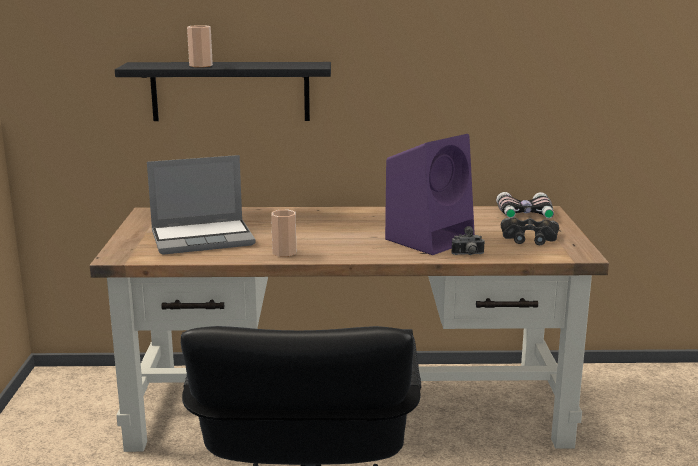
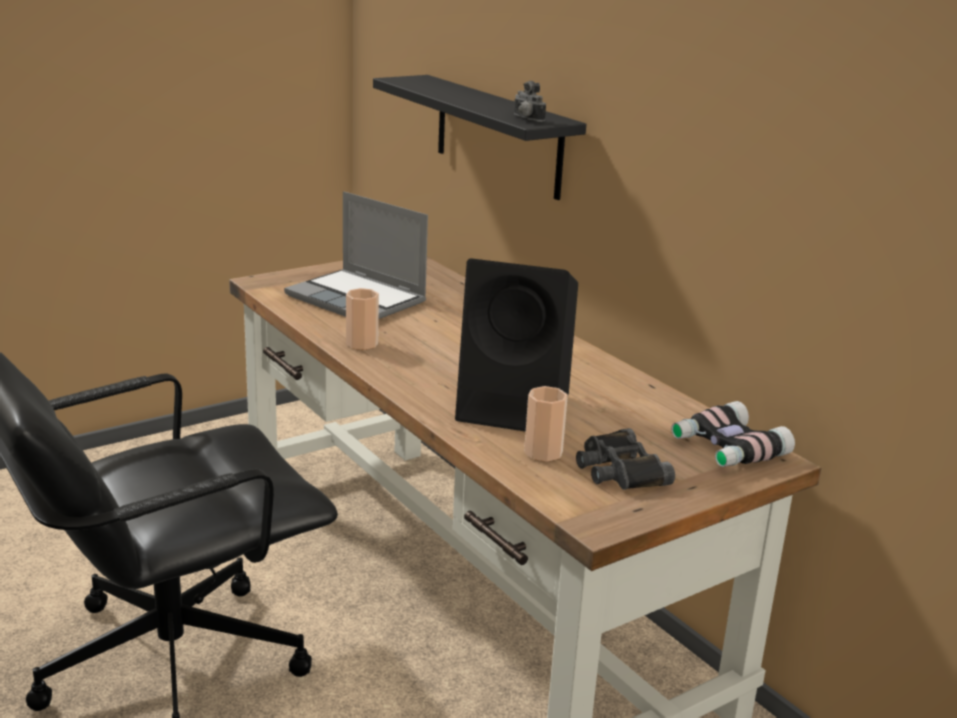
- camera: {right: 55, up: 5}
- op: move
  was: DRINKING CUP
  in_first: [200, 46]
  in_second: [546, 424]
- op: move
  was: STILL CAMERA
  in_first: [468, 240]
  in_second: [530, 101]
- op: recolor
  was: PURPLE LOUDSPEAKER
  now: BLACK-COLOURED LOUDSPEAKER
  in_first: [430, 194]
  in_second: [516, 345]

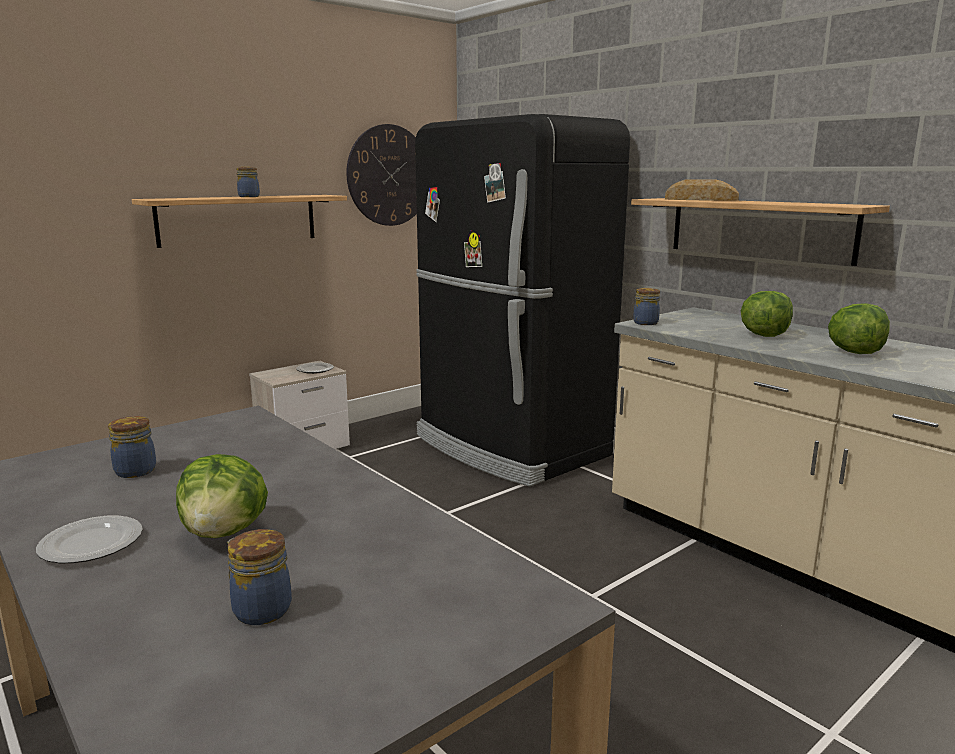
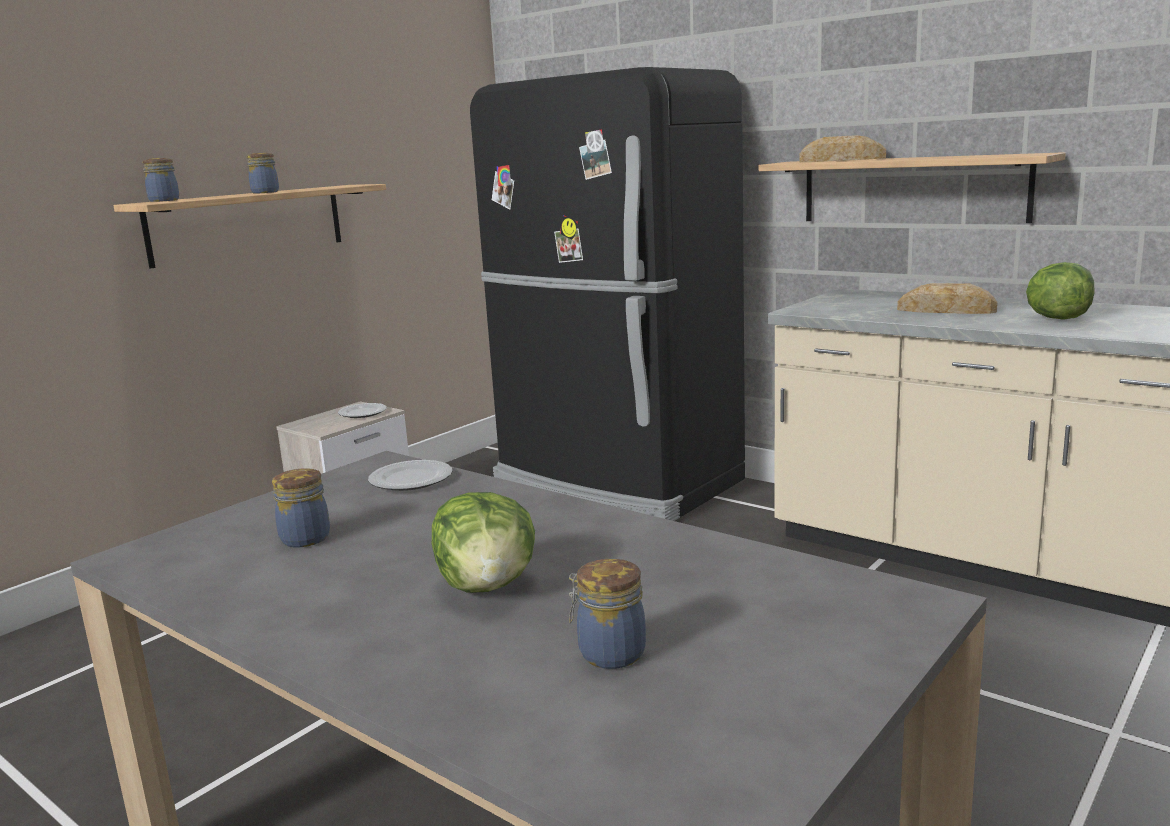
- camera: {right: -10, up: 0}
- op: delete
  was: WALL CLOCK
  in_first: [381, 175]
- op: move
  was: DINNER PLATE
  in_first: [89, 539]
  in_second: [410, 475]
- op: move
  was: JAR
  in_first: [646, 306]
  in_second: [160, 180]
- op: replace
  was: LETTUCE HEAD
  now: BAKED BREAD
  in_first: [767, 314]
  in_second: [947, 298]

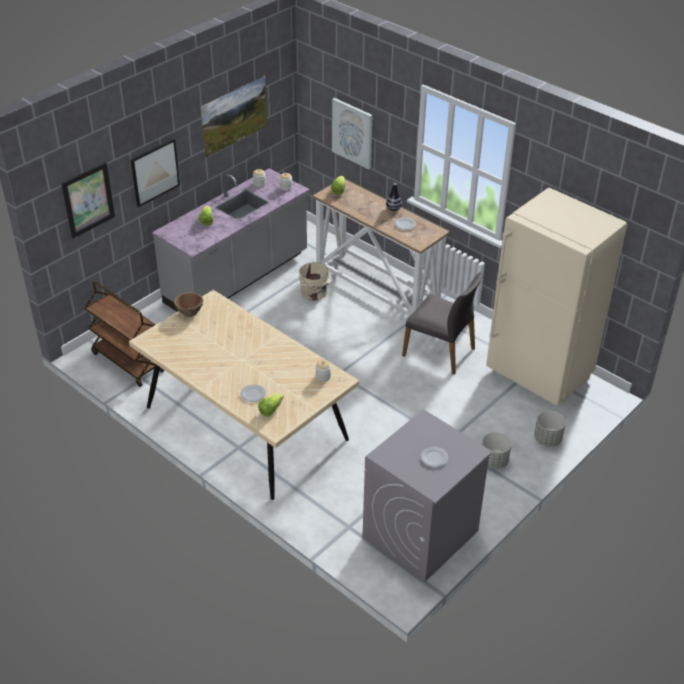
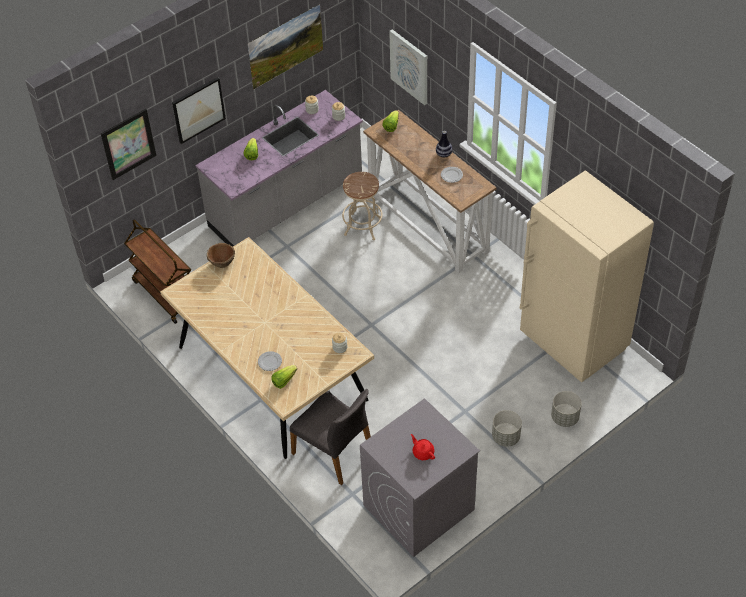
- camera: {right: 10, up: 10}
- op: move
  was: GRAY CHAIR
  in_first: [442, 323]
  in_second: [330, 437]
- op: replace
  was: BEIGE-COLOURED BUCKET
  now: BEIGE-COLOURED SITTING STOOL
  in_first: [315, 281]
  in_second: [362, 206]
- op: replace
  was: DINNER PLATE
  now: REDDISH POT FOR TEA
  in_first: [434, 457]
  in_second: [423, 447]

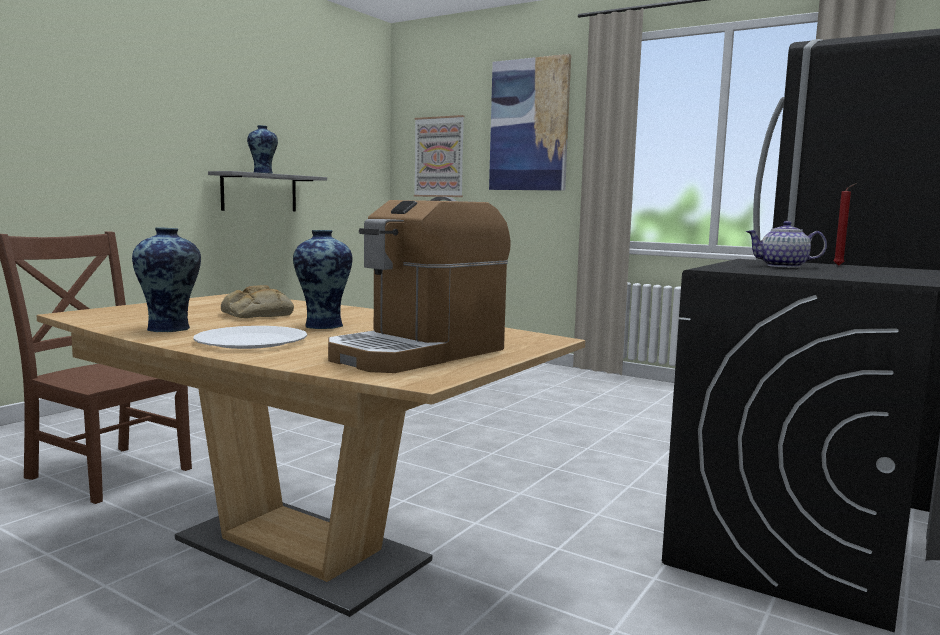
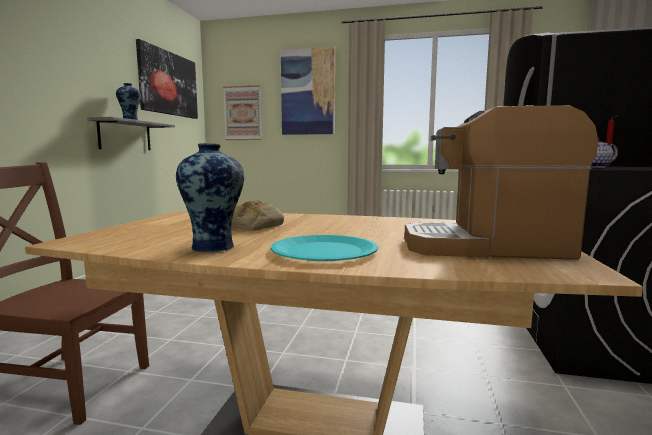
- camera: {right: -20, up: 0}
- op: delete
  was: VASE
  in_first: [323, 279]
- op: insert
  now: PICTURE
  in_second: [167, 79]
- op: recolor
  was: WHITE-COLOURED DINNER PLATE
  now: TURQUOISE-COLOURED DINNER PLATE
  in_first: [250, 337]
  in_second: [324, 248]
- op: rotate
  was: COFFEE MAKER
  in_first: [419, 285]
  in_second: [501, 182]
  clockwise: 75

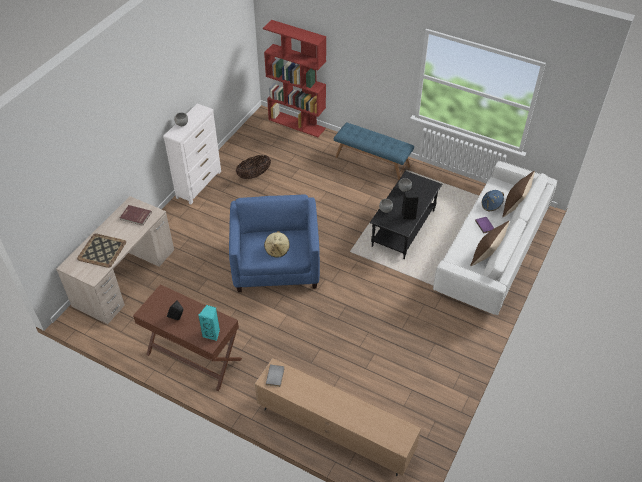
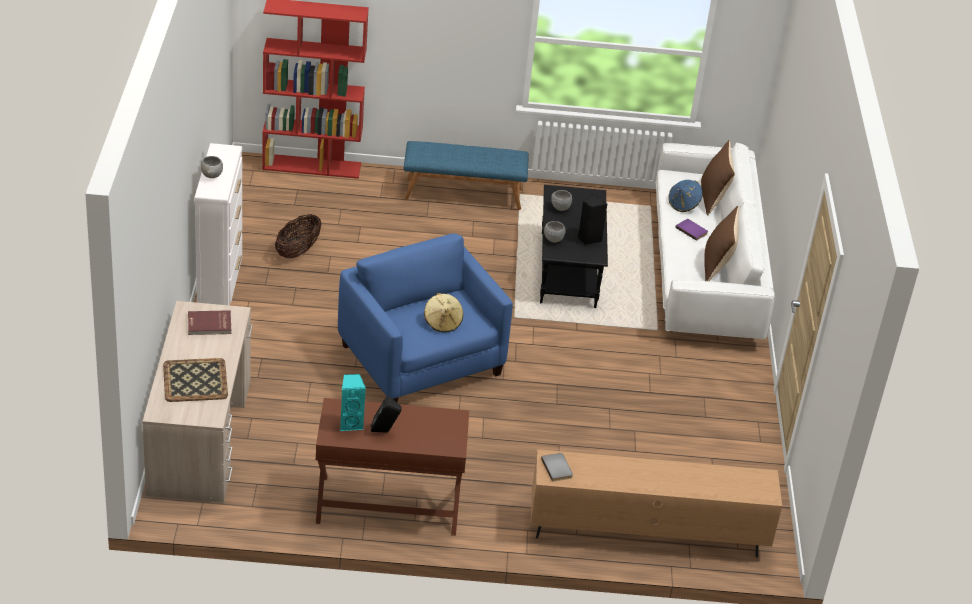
- camera: {right: -30, up: -10}
- op: move
  was: TURQUOISE-COLOURED LOUDSPEAKER
  in_first: [209, 323]
  in_second: [353, 402]

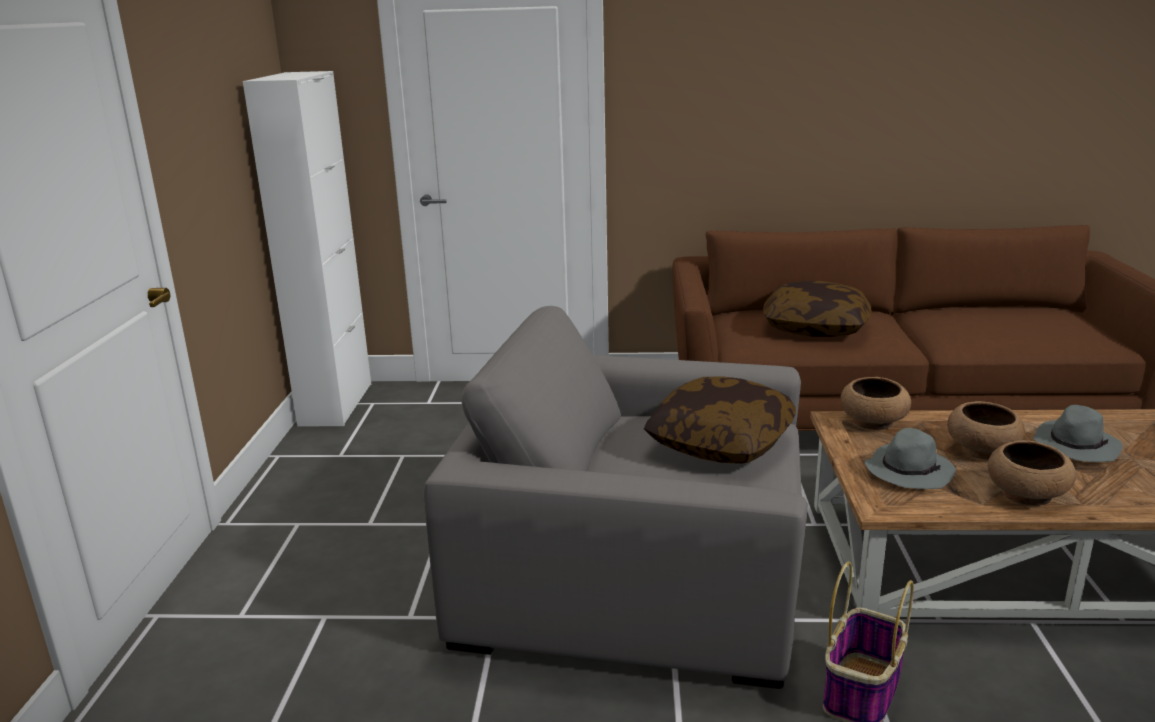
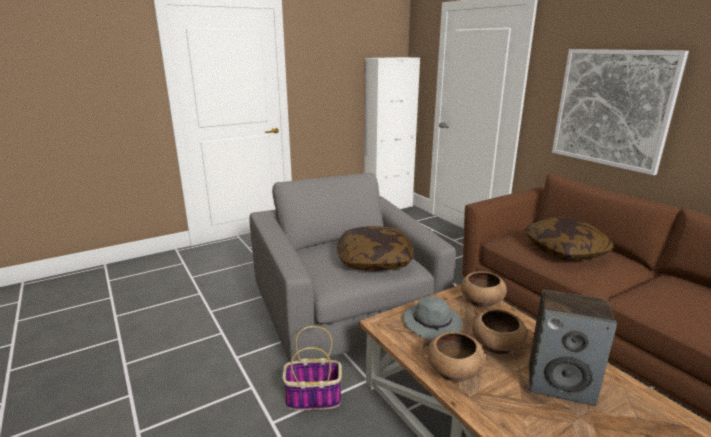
- camera: {right: 55, up: 0}
- op: insert
  now: PICTURE
  in_second: [620, 112]
- op: replace
  was: GRAY HAT
  now: LOUDSPEAKER
  in_first: [1077, 433]
  in_second: [573, 348]

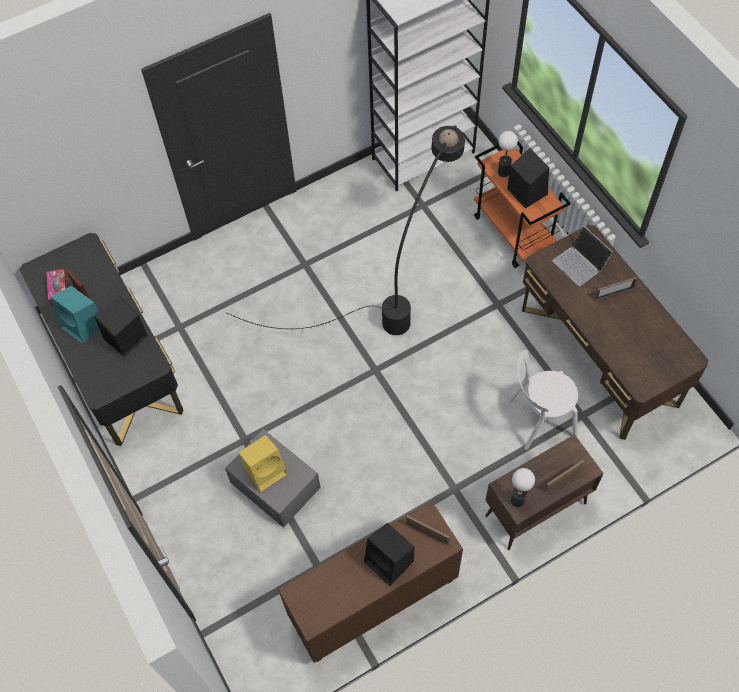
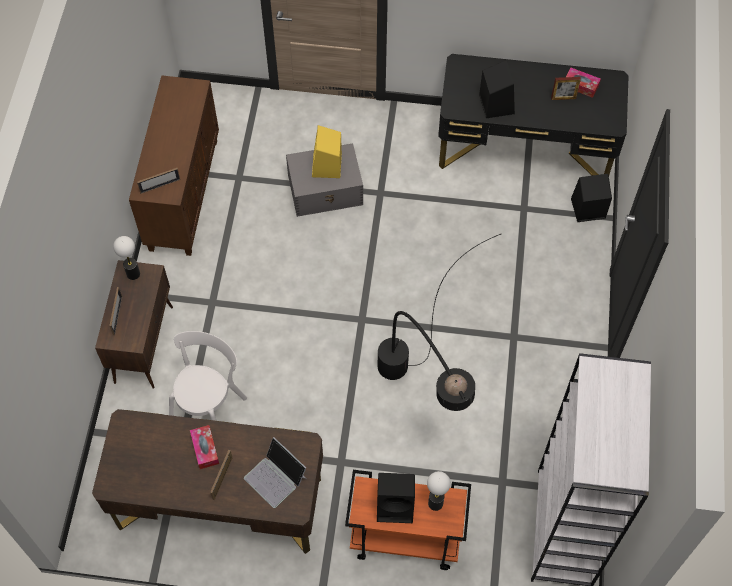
- camera: {right: 125, up: 0}
- op: delete
  was: TURQUOISE-COLOURED LOUDSPEAKER
  in_first: [74, 315]
- op: insert
  now: TISSUE BOX
  in_second: [204, 447]
- op: move
  was: BLACK-COLOURED LOUDSPEAKER
  in_first: [389, 554]
  in_second: [591, 198]
- op: rotate
  was: PORTABLE COMPUTER
  in_first: [583, 256]
  in_second: [275, 472]
  clockwise: -135

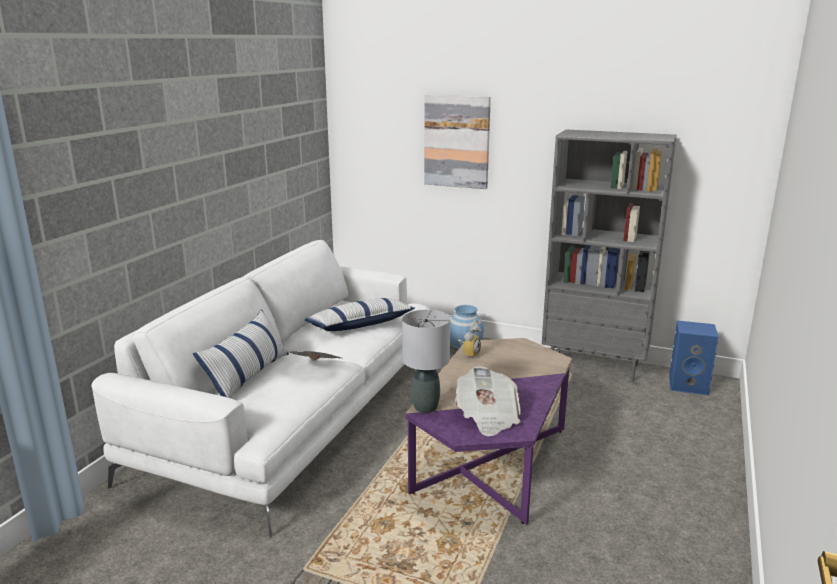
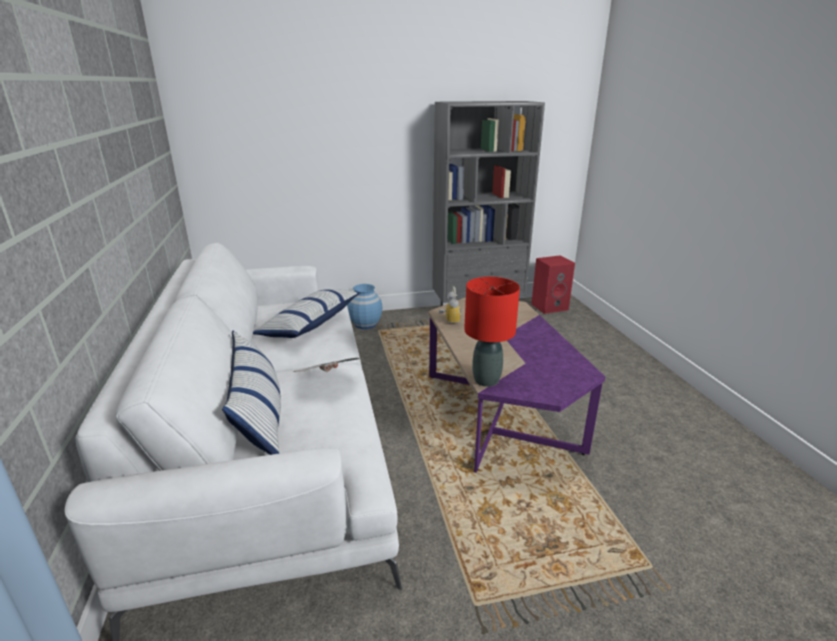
- camera: {right: -35, up: 5}
- op: delete
  was: PICTURE
  in_first: [457, 142]
- op: delete
  was: NEWSPAPER
  in_first: [488, 401]
- op: recolor
  was: GRAY LAMP FOR A TABLE
  now: REDDISH LAMP FOR A TABLE
  in_first: [426, 361]
  in_second: [492, 332]
- op: recolor
  was: BLUE-COLOURED LOUDSPEAKER
  now: REDDISH LOUDSPEAKER
  in_first: [693, 357]
  in_second: [553, 284]

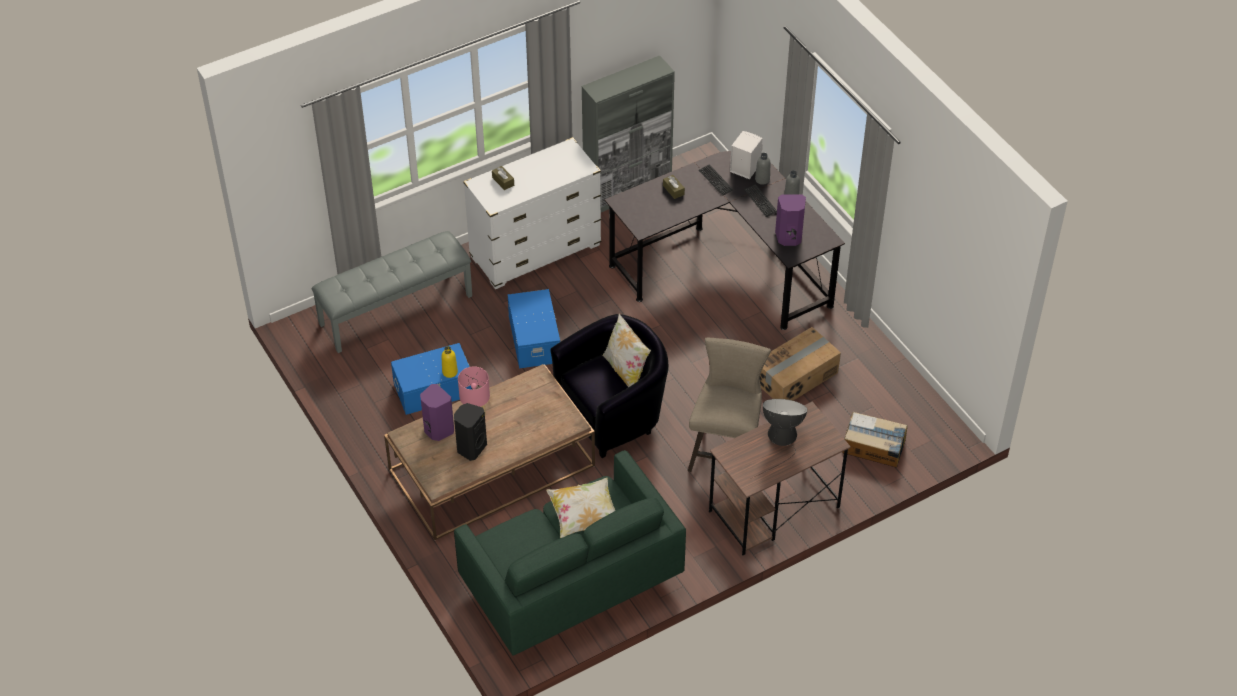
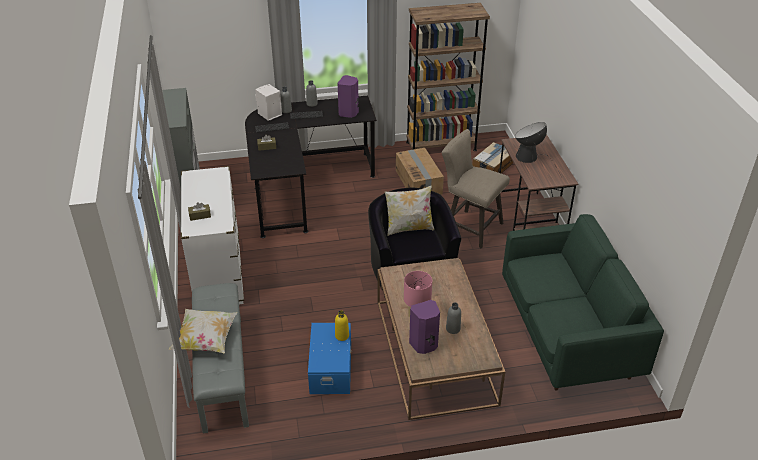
- camera: {right: -70, up: -10}
- op: delete
  was: BLUE-COLOURED STORAGE BOX
  in_first: [534, 329]
- op: insert
  now: BROWN BOOKSHELF
  in_second: [448, 77]
- op: move
  was: PILLOW
  in_first: [580, 508]
  in_second: [203, 331]
- op: replace
  was: BLACK-COLOURED LOUDSPEAKER
  now: GRAY BEVERAGE BOTTLE
  in_first: [470, 432]
  in_second: [453, 318]

